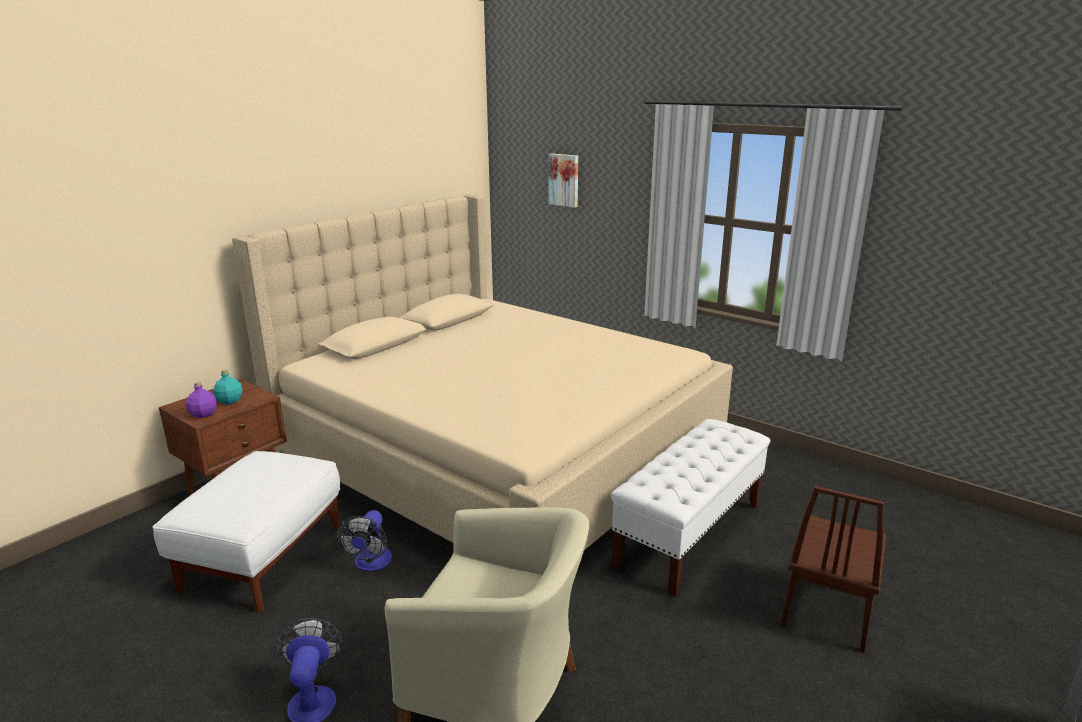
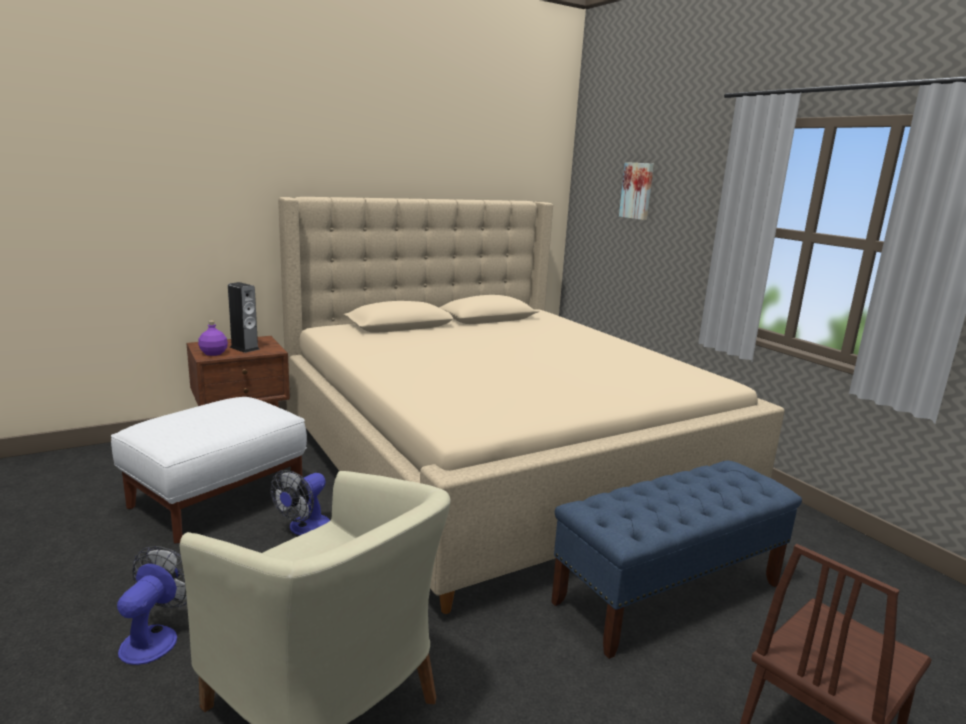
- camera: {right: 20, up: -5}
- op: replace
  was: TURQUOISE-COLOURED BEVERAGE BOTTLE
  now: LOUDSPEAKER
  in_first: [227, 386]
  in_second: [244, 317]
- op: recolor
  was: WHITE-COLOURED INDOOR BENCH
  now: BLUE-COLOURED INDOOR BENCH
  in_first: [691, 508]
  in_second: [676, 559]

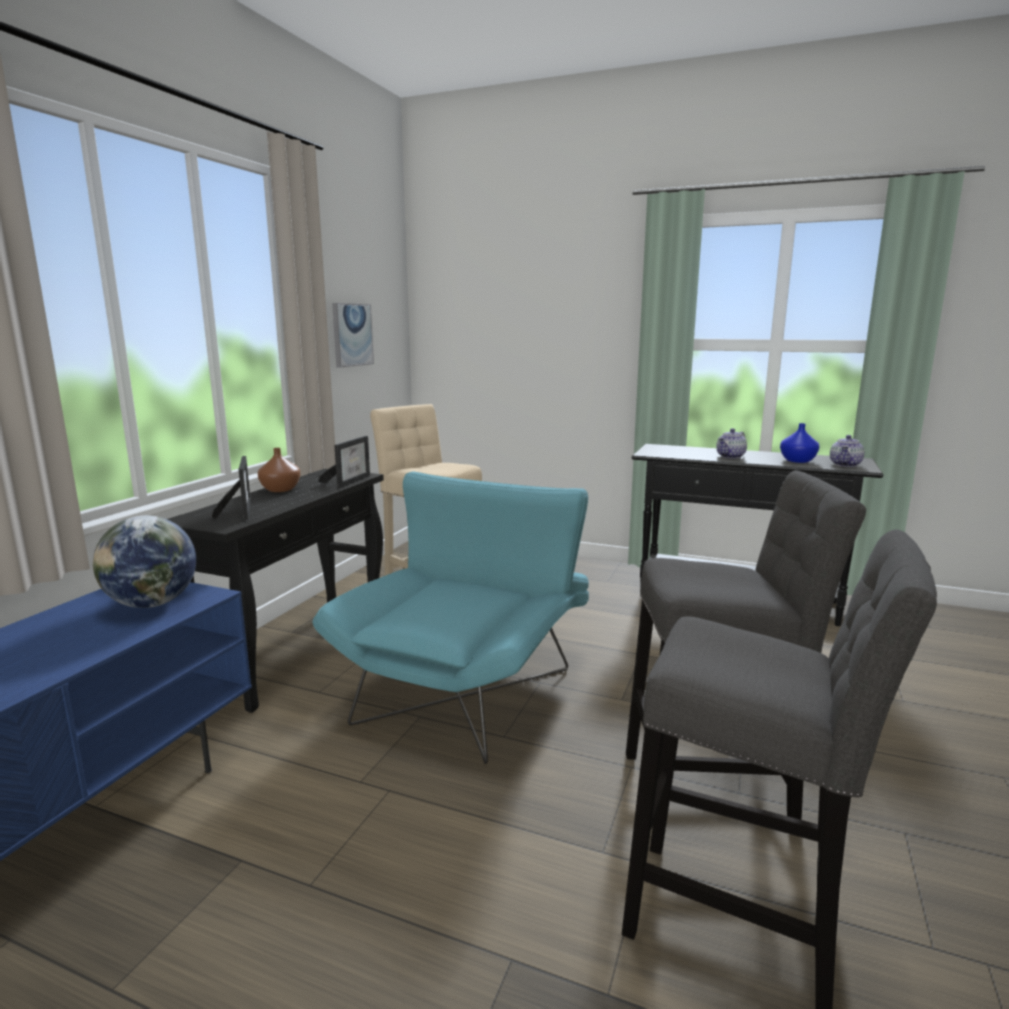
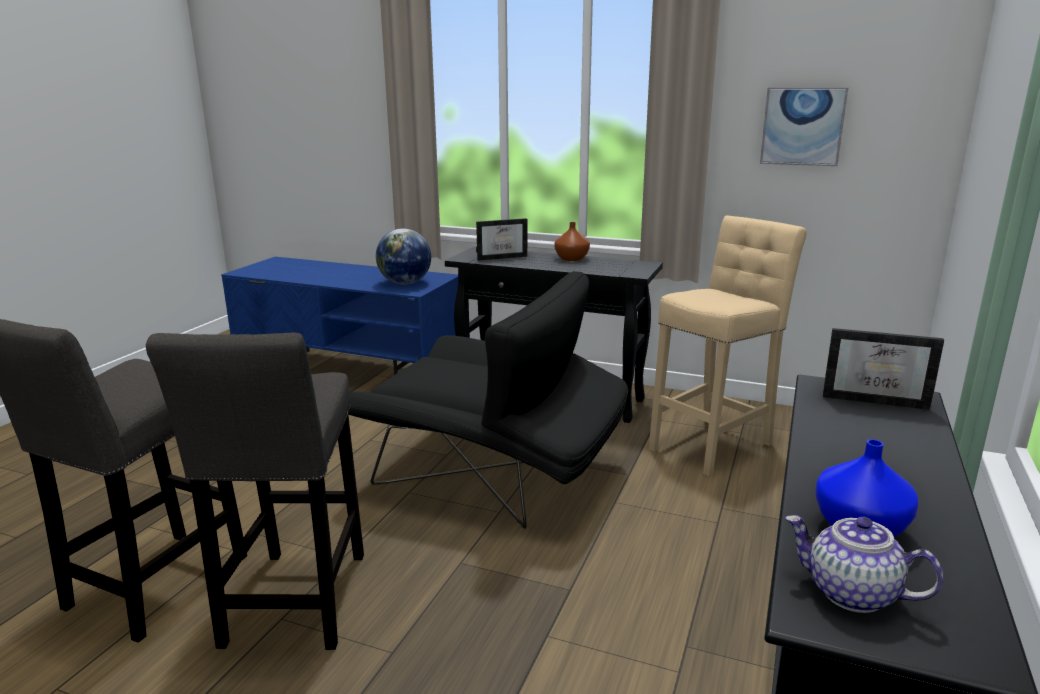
- camera: {right: 90, up: 5}
- op: delete
  was: POT FOR TEA
  in_first: [731, 443]
- op: move
  was: PICTURE FRAME
  in_first: [344, 462]
  in_second: [883, 369]
- op: recolor
  was: TURQUOISE-COLOURED ARMCHAIR
  now: BLACK-COLOURED ARMCHAIR
  in_first: [451, 617]
  in_second: [488, 400]

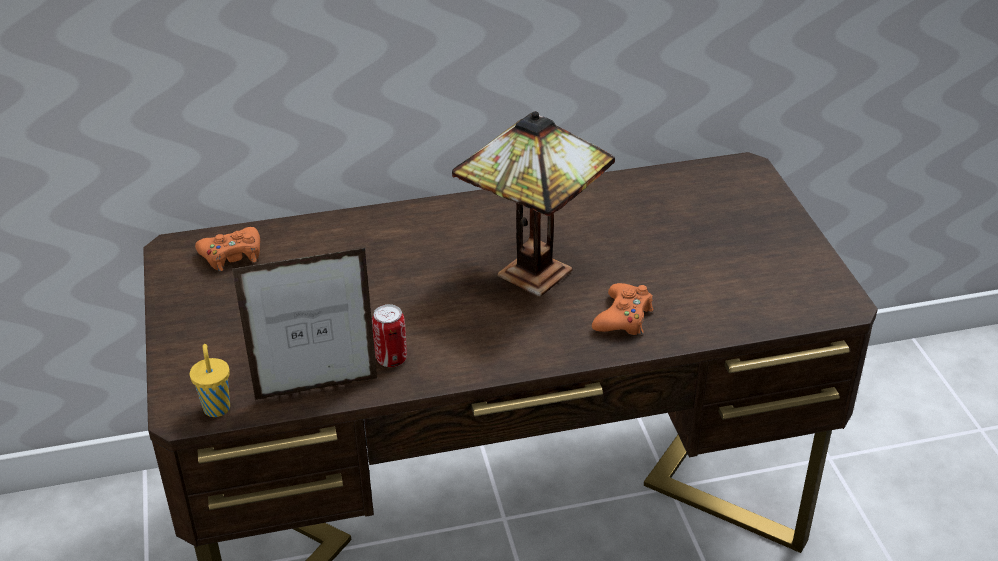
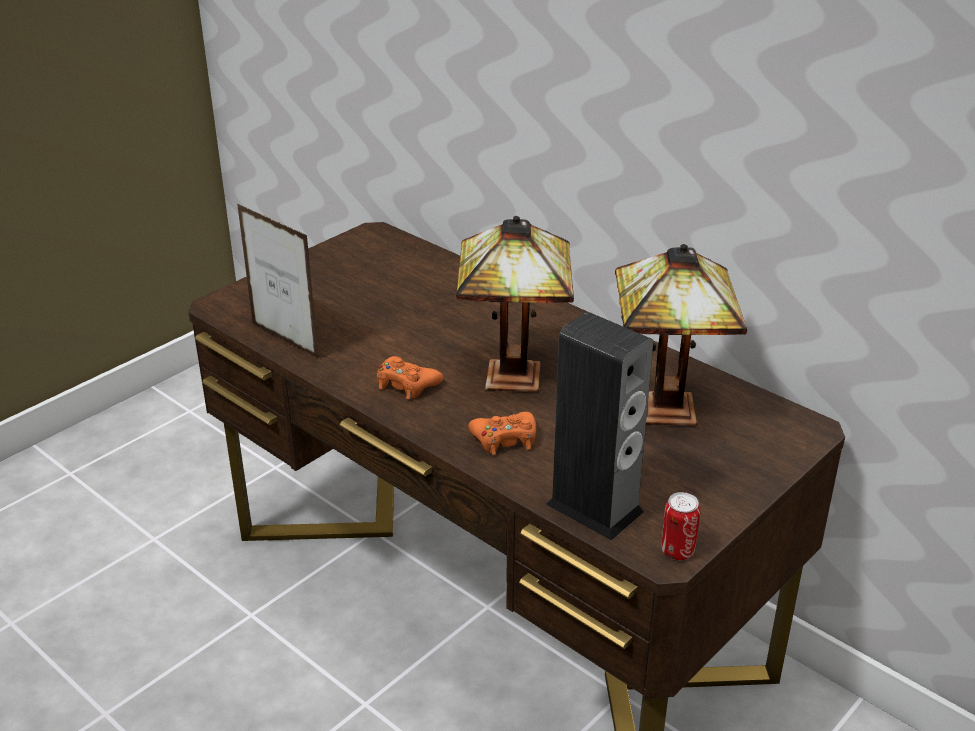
- camera: {right: 55, up: -5}
- op: delete
  was: YELLOWISH DRINKING CUP
  in_first: [210, 380]
- op: insert
  now: LOUDSPEAKER
  in_second: [599, 426]
- op: insert
  now: LAMP FOR A TABLE
  in_second: [681, 335]
- op: move
  was: ORANGE GAMEPAD
  in_first: [227, 249]
  in_second: [410, 377]
- op: move
  was: SEALED CAN
  in_first: [389, 335]
  in_second: [681, 526]

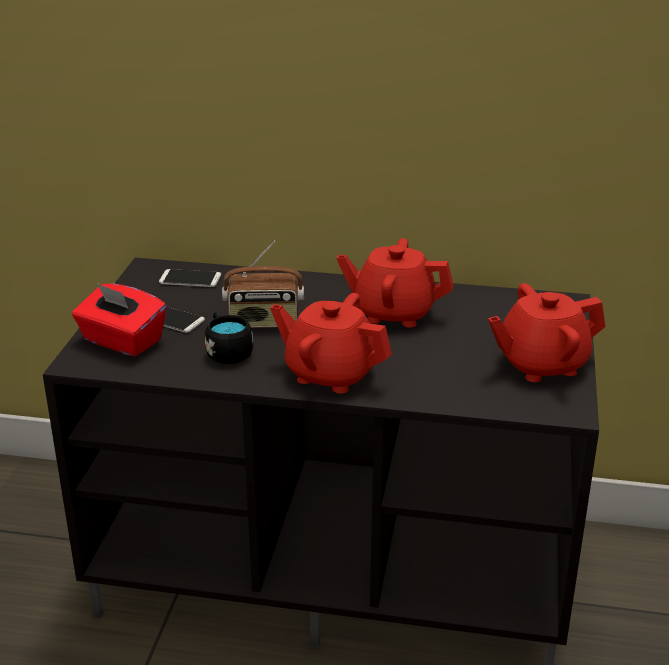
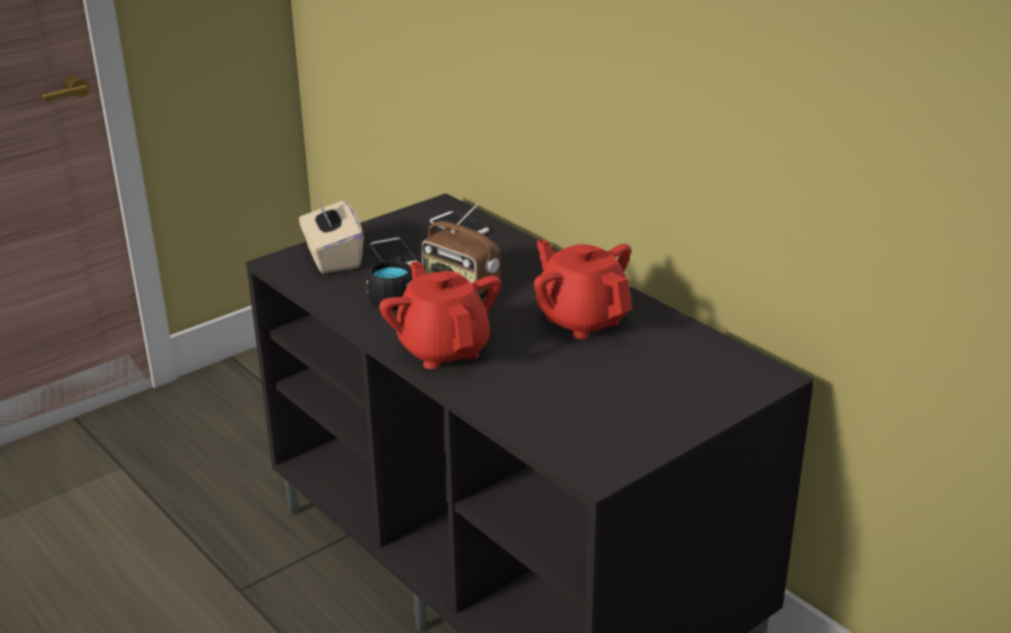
- camera: {right: 40, up: 0}
- op: delete
  was: REDDISH POT FOR TEA
  in_first: [546, 332]
- op: recolor
  was: REDDISH TISSUE BOX
  now: BEIGE-COLOURED TISSUE BOX
  in_first: [119, 320]
  in_second: [331, 235]

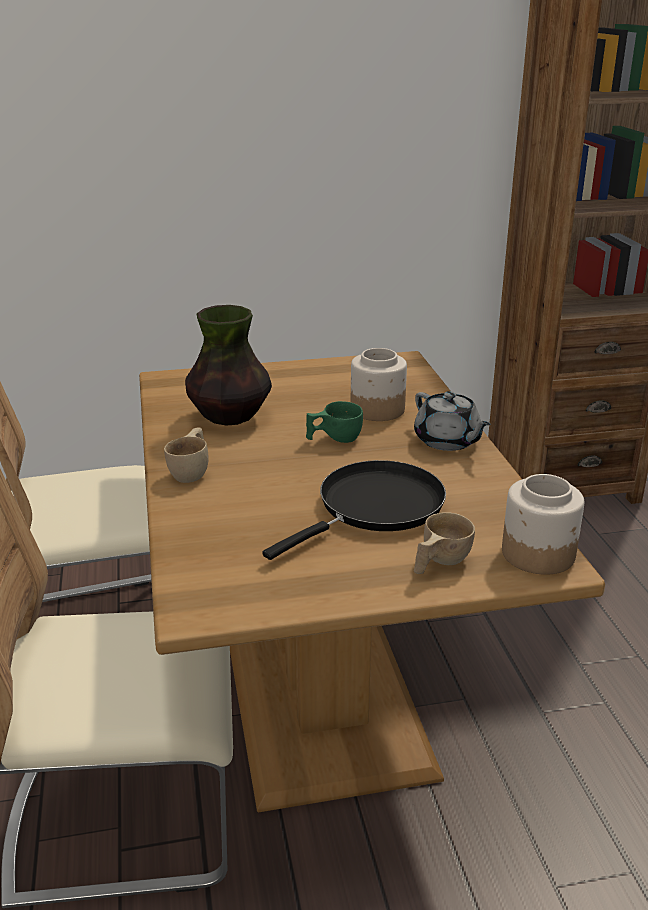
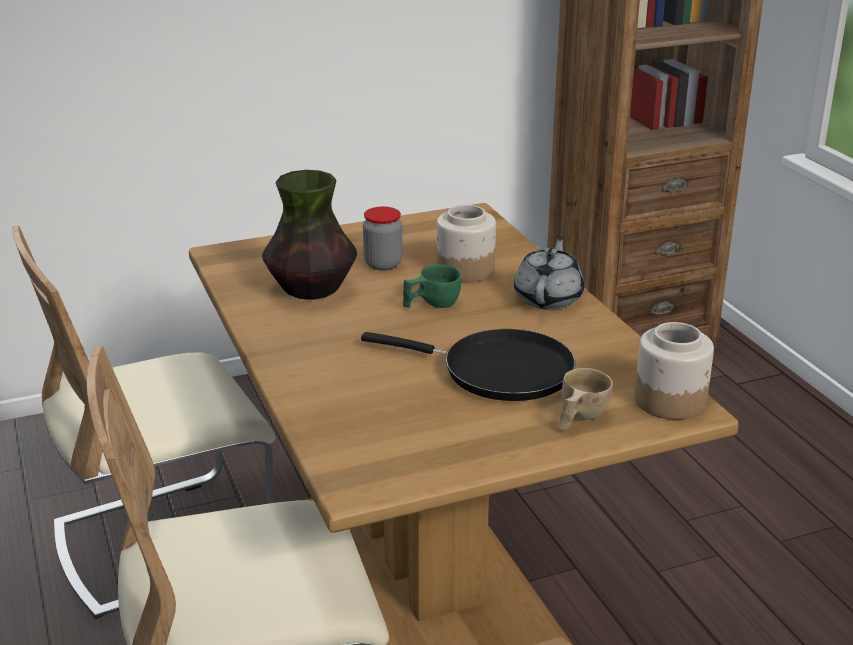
- camera: {right: -10, up: 0}
- op: delete
  was: BEIGE-COLOURED DRINKING CUP
  in_first: [186, 455]
- op: insert
  now: JAR
  in_second: [382, 238]
- op: rotate
  was: BLACK-COLOURED FRYING PAN
  in_first: [354, 510]
  in_second: [468, 365]
  clockwise: 75
- op: rotate
  was: GRAY POT FOR TEA
  in_first: [452, 421]
  in_second: [549, 273]
  clockwise: -120

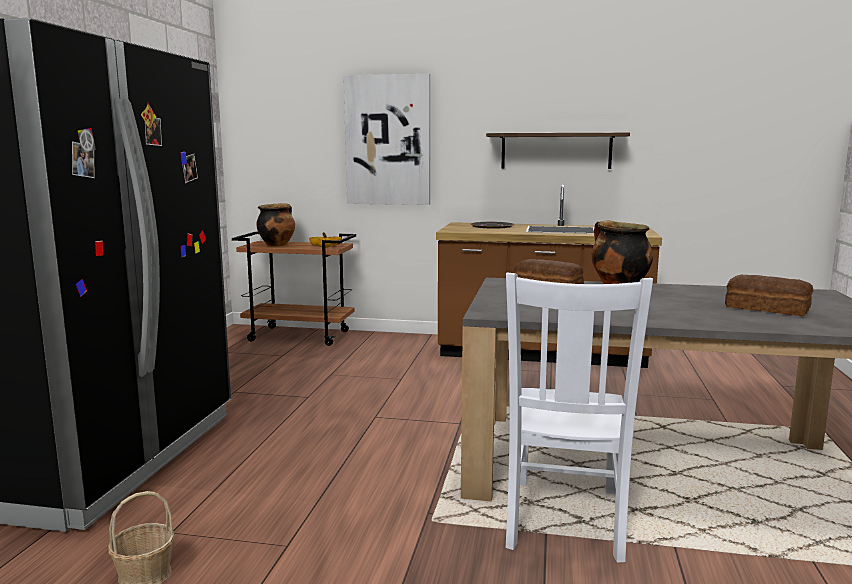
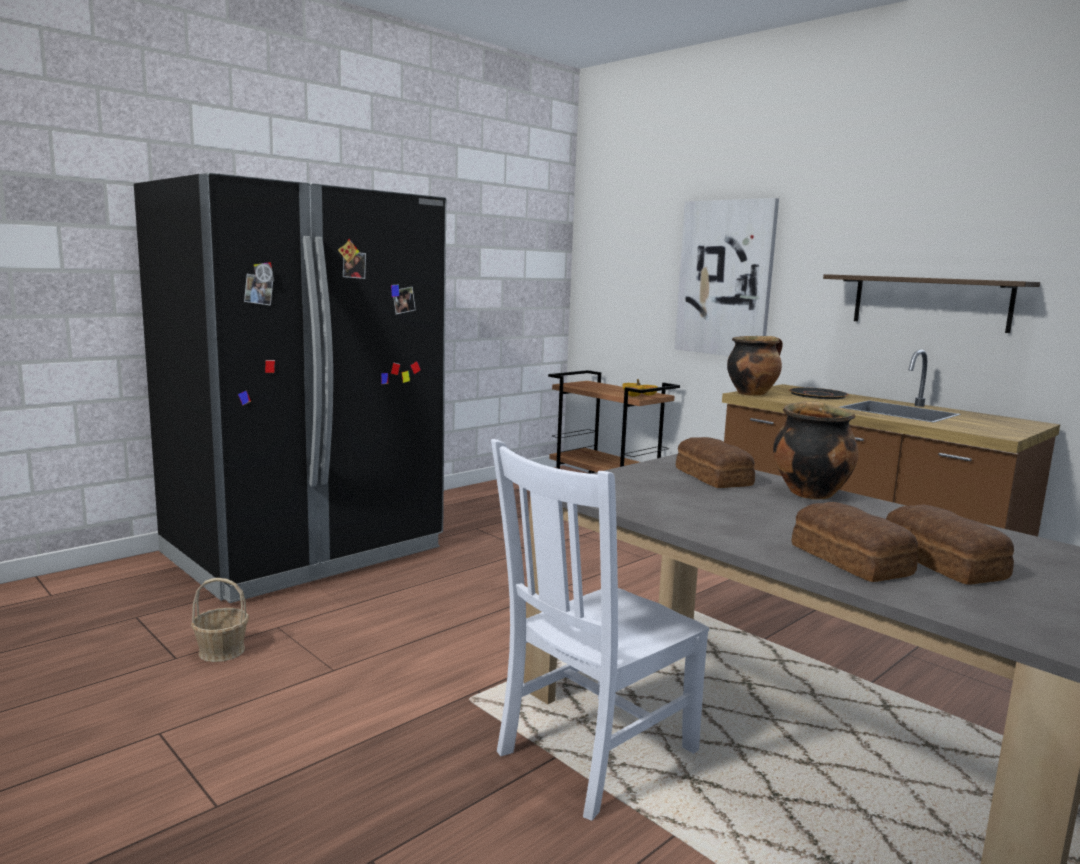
- camera: {right: 35, up: 0}
- op: insert
  now: BAKED BREAD
  in_second: [854, 542]
- op: move
  was: SAUCEPOT
  in_first: [275, 225]
  in_second: [755, 366]

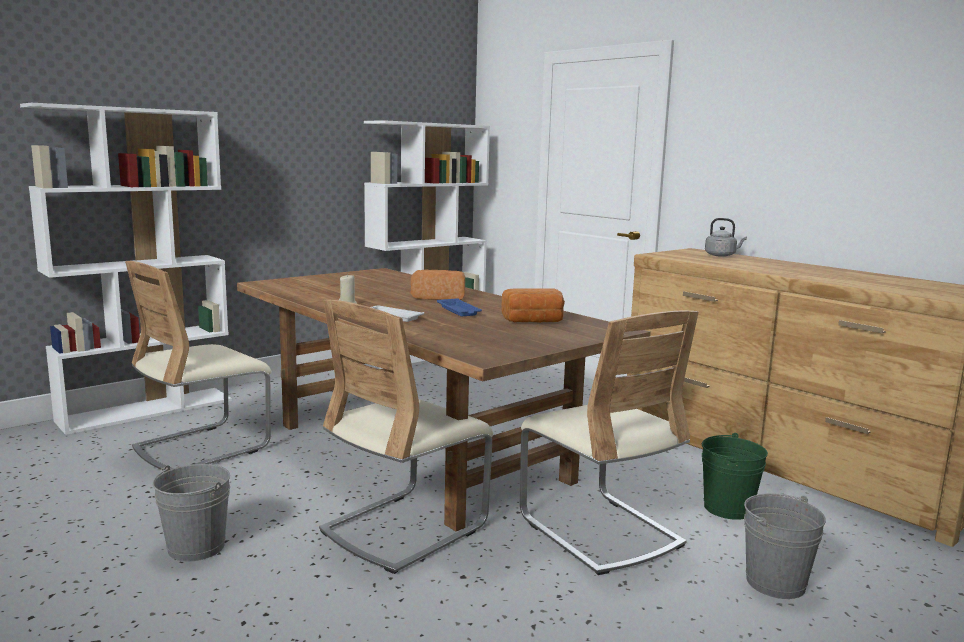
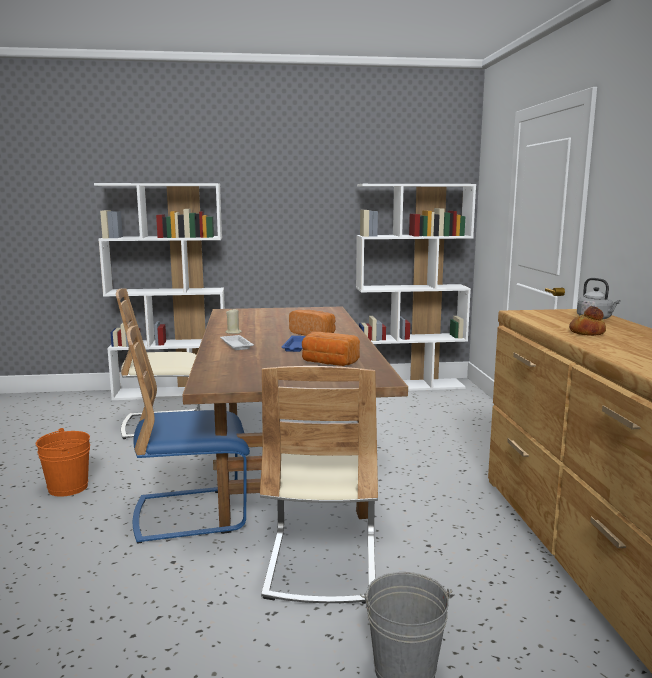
- camera: {right: 35, up: 0}
- op: delete
  was: GREEN-COLOURED BUCKET
  in_first: [735, 476]
- op: insert
  now: BAKED BREAD
  in_second: [587, 321]
- op: recolor
  was: GRAY BUCKET
  now: ORANGE BUCKET
  in_first: [191, 513]
  in_second: [63, 462]
- op: recolor
  was: BEIGE-COLOURED CHAIR
  now: BLUE-COLOURED CHAIR
  in_first: [406, 436]
  in_second: [188, 434]

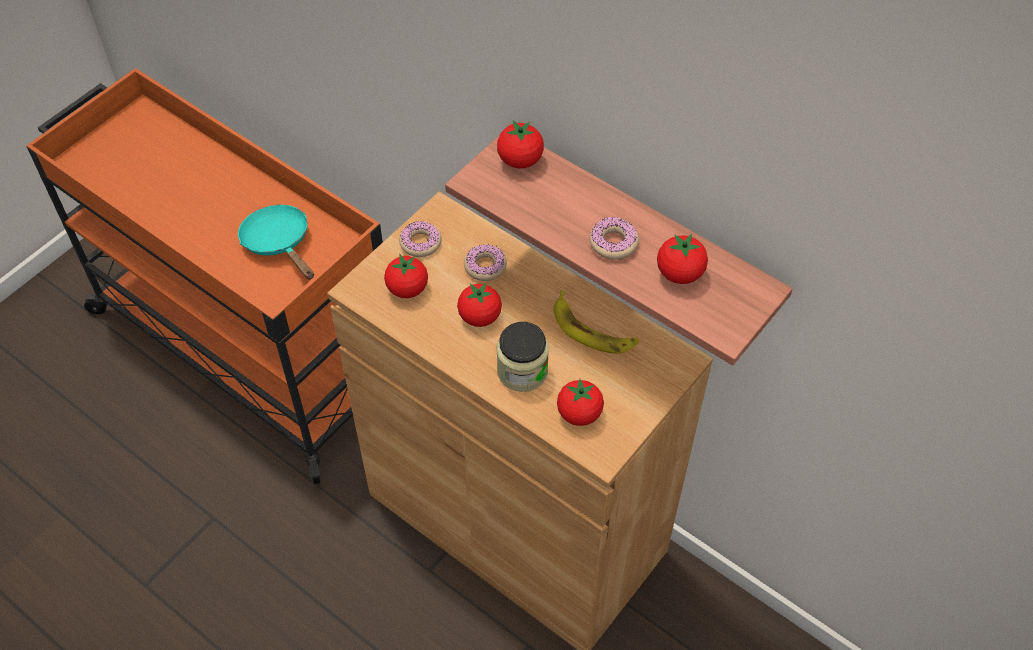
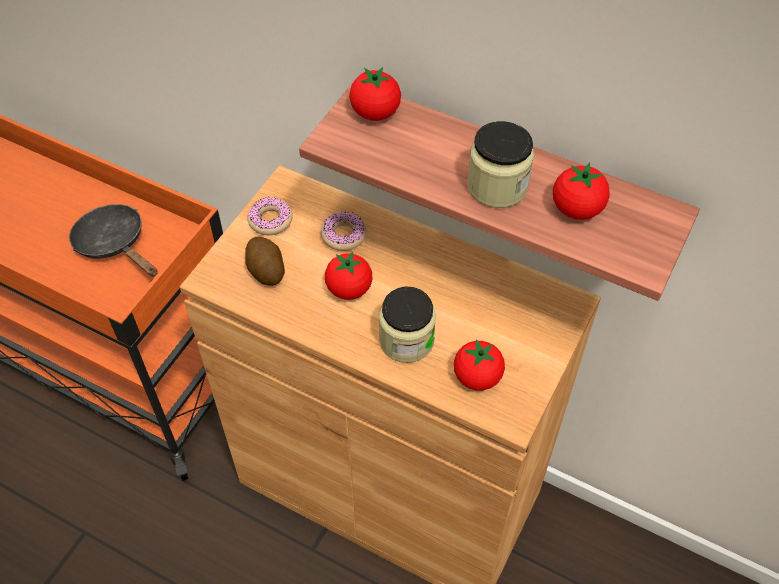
- camera: {right: -10, up: 0}
- op: delete
  was: WHOLE BANANA
  in_first: [596, 321]
- op: replace
  was: FRESH TOMATO
  now: POTATO
  in_first: [406, 276]
  in_second: [265, 261]
- op: replace
  was: DONUT
  now: JAR
  in_first: [614, 238]
  in_second: [500, 164]
- op: recolor
  was: TURQUOISE-COLOURED FRYING PAN
  now: BLACK-COLOURED FRYING PAN
  in_first: [276, 242]
  in_second: [113, 240]

